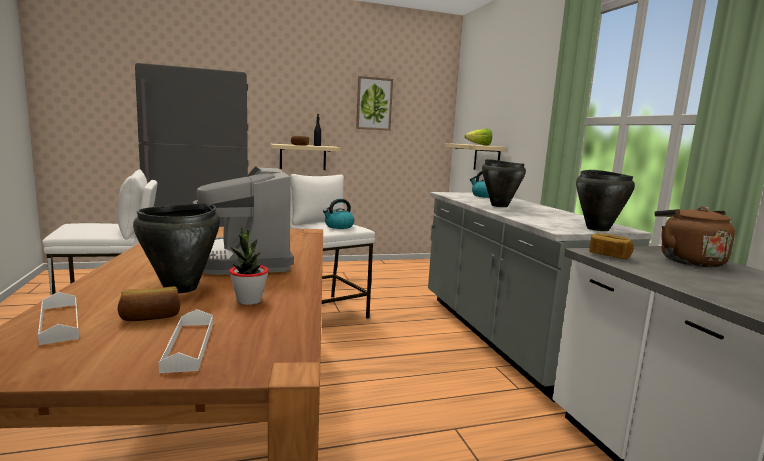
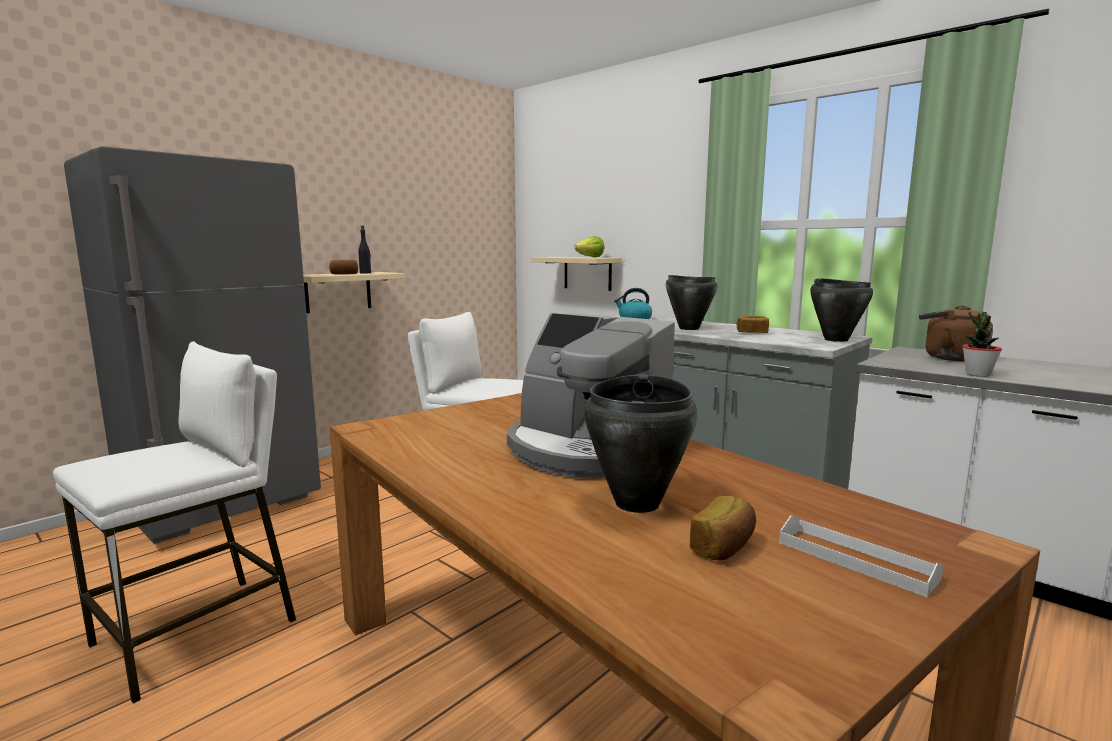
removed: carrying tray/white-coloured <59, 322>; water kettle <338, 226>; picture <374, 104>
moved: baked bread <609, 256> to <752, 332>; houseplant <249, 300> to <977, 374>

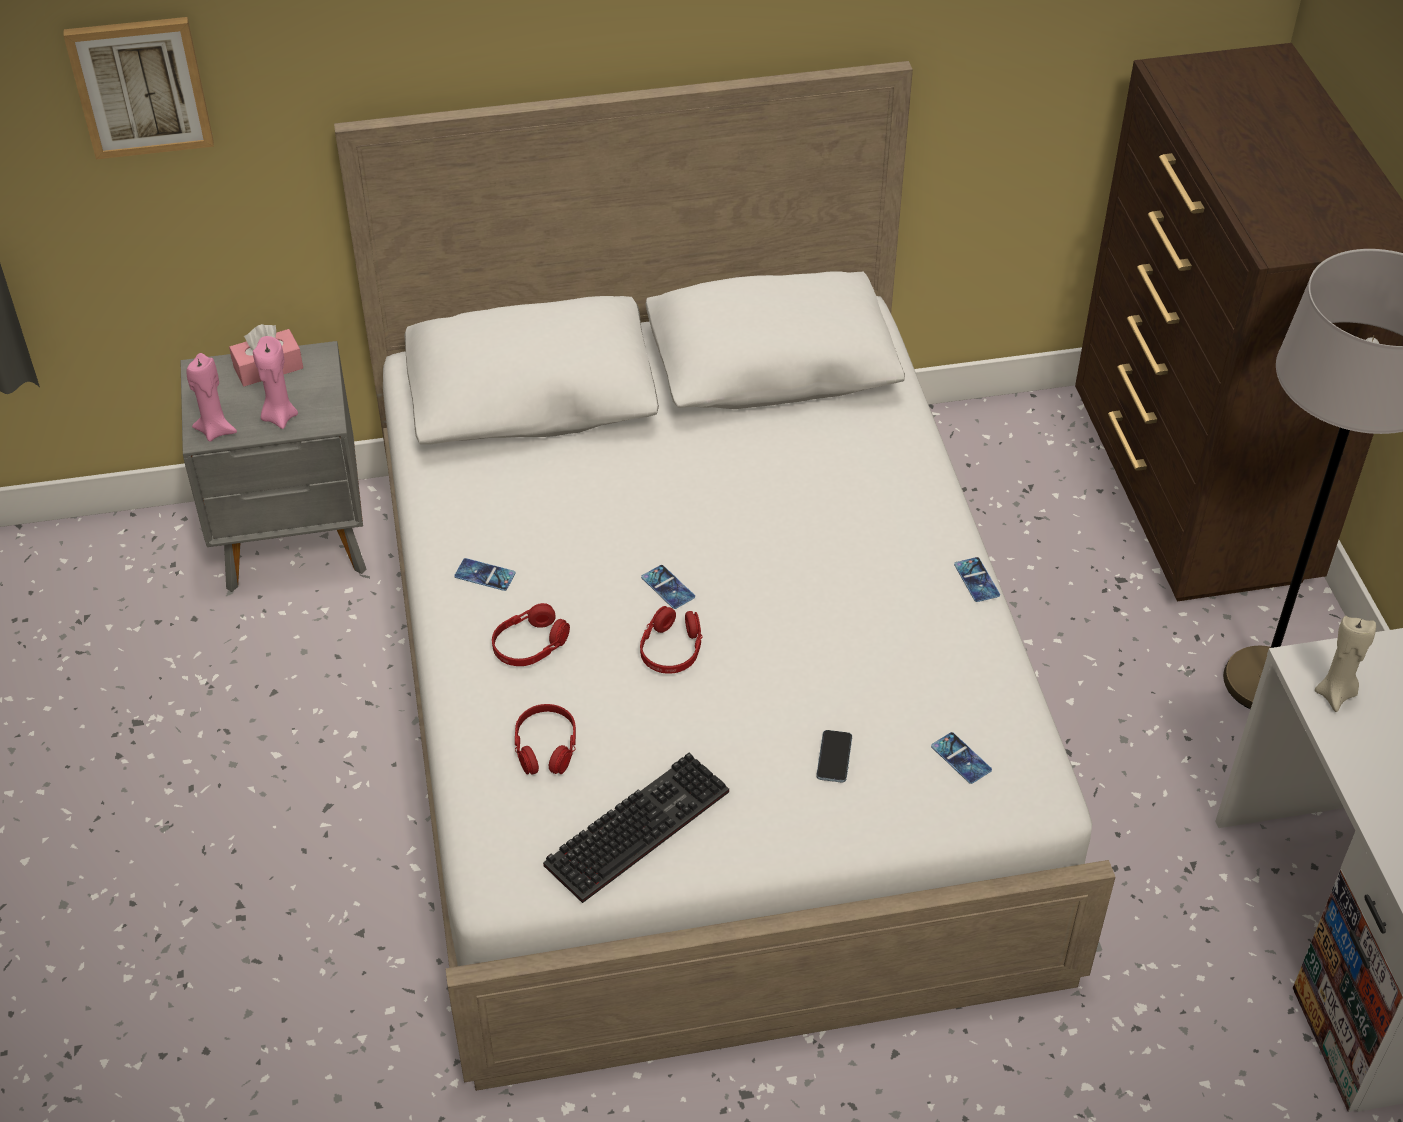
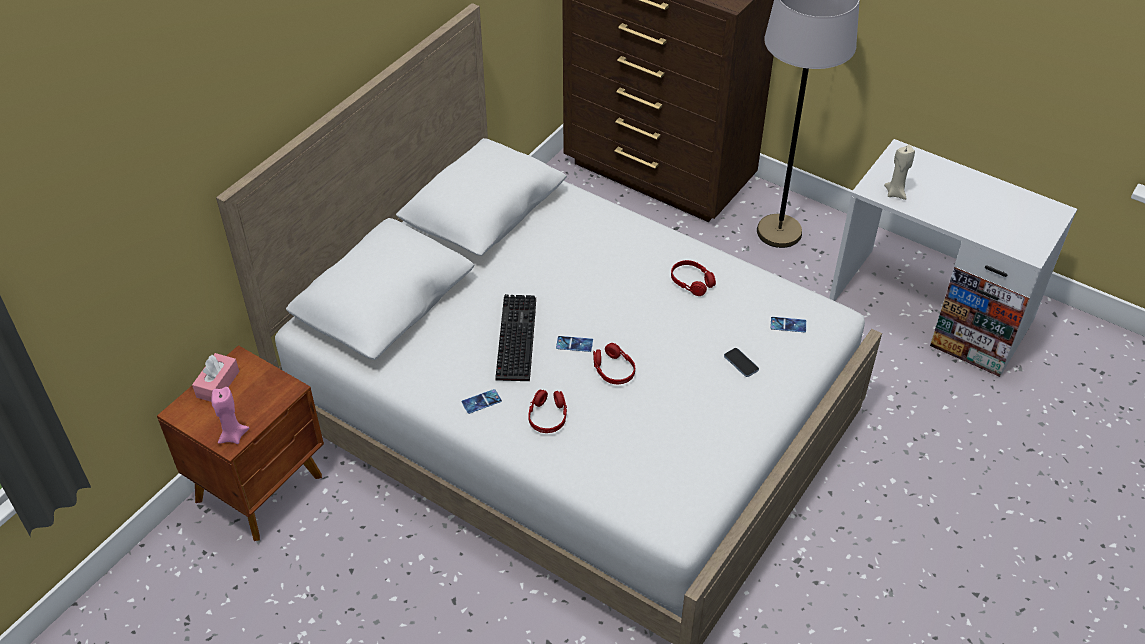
removed: picture <140, 86>; wax candle/pinkish <279, 417>; handset <976, 580>
moved: computer keyboard <637, 824> to <514, 337>; pair of headphones/reddish <546, 747> to <692, 282>
recoloured: night table/grey <296, 541> to night table/brown-coloured <262, 488>

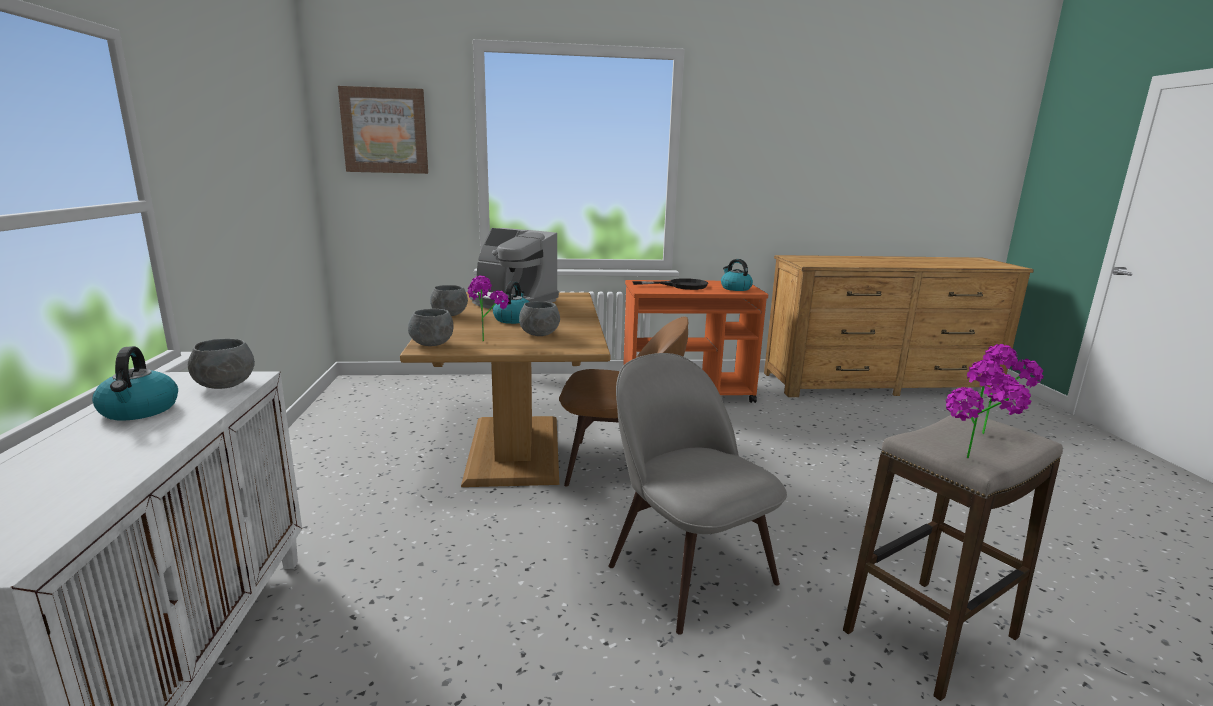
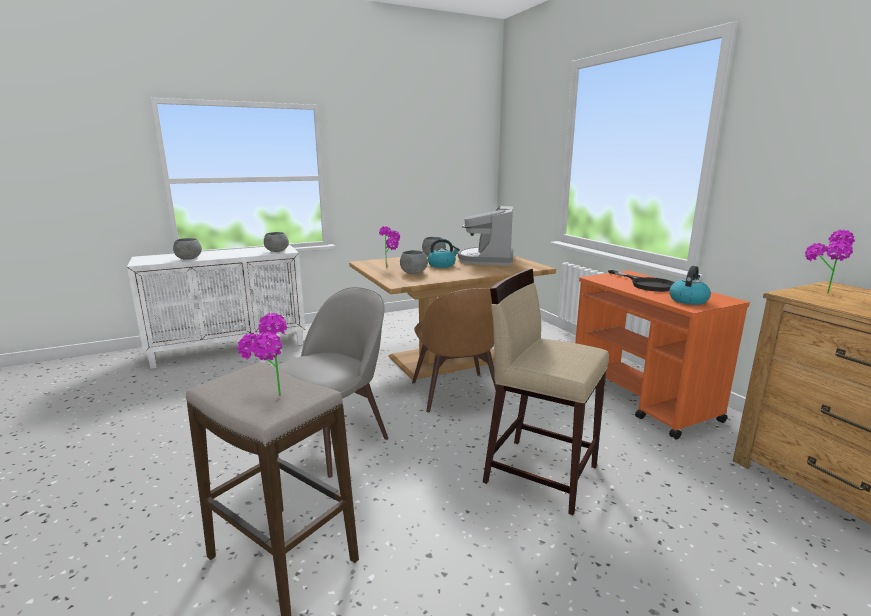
removed: water kettle <139, 410>; picture <385, 131>
added: sitting stool/beige <540, 473>
moved: serving bowl/grey <432, 344> to <188, 259>; houseplant <973, 464> to <821, 293>

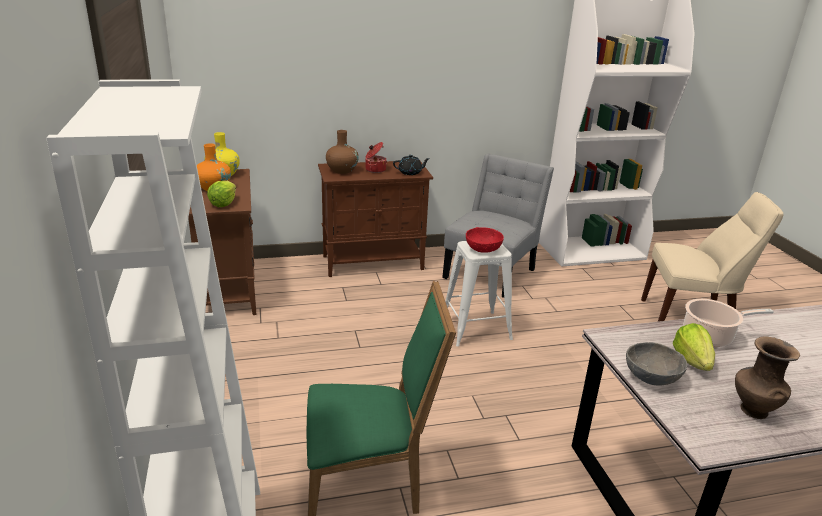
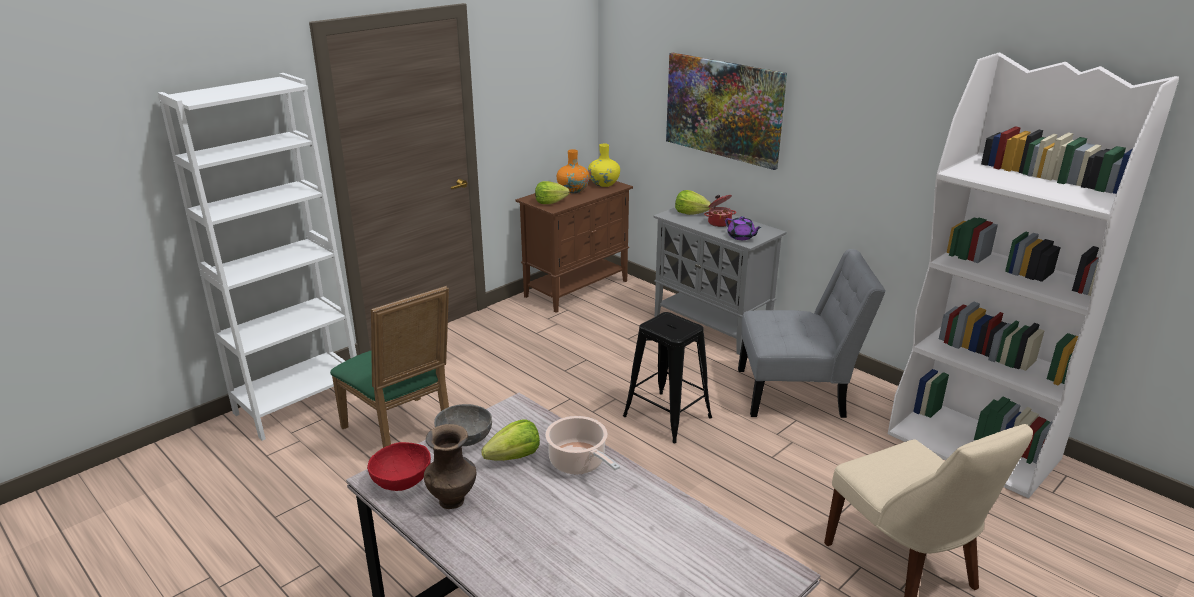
added: picture <723, 109>
moved: serving bowl/reddish <483, 249> to <402, 480>
replaced: flower vase/brown-coloured <342, 170> to lettuce <691, 213>
recoloured: sitting stool/white-coloured <475, 328> to sitting stool/blackish <667, 417>; storage cabinet/brown-coloured <374, 262> to storage cabinet/grey <712, 326>; teapot/blackish <410, 172> to teapot/purple-coloured <741, 237>

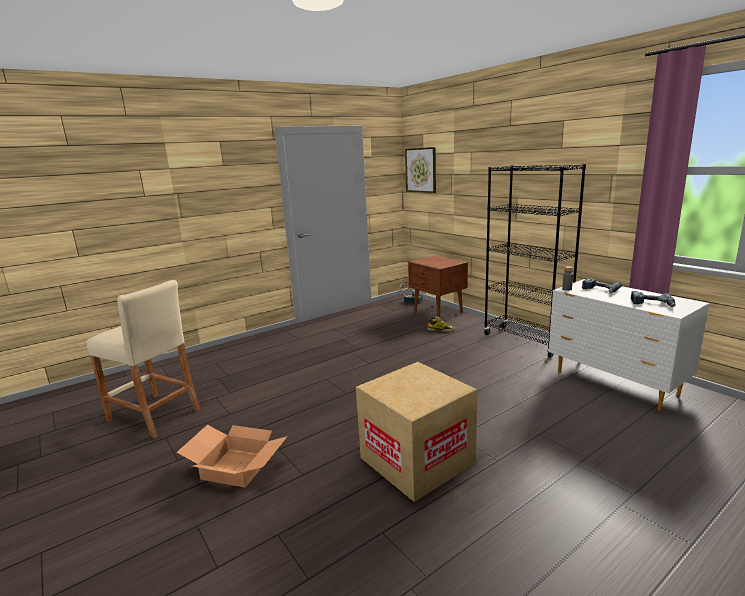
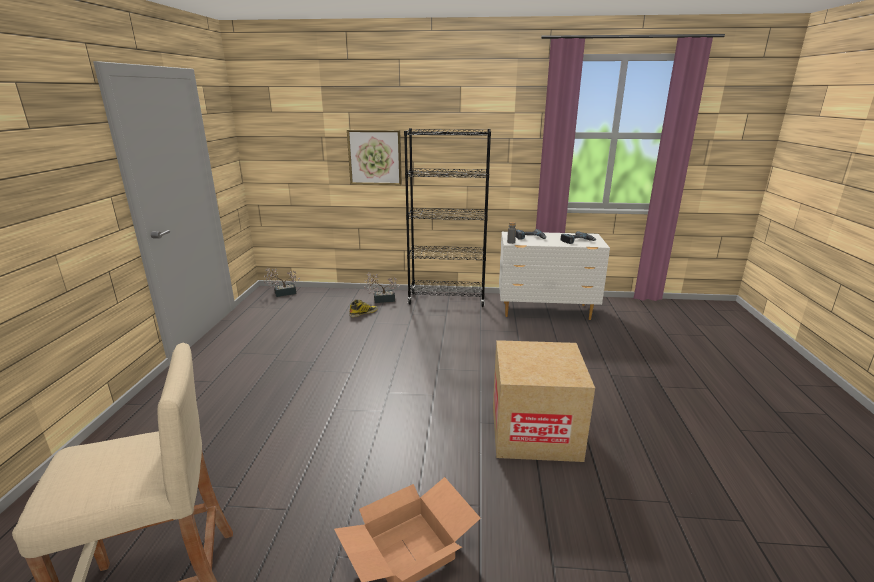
removed: night table/brown-coloured <438, 312>
added: houseplant <381, 299>
moved: picture <421, 170> to <375, 157>

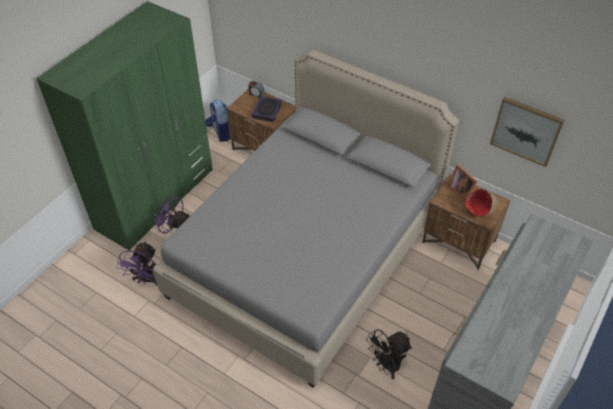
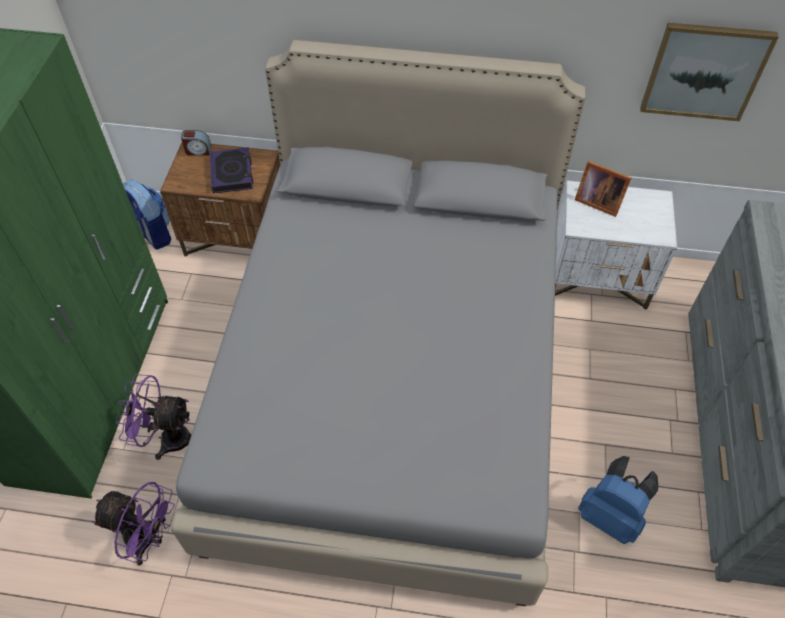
removed: serving bowl/reddish <480, 214>
replaced: cooling fan/blackish <386, 366> to rucksack/blue <610, 516>
recoloured: night table/brown-coloured <459, 242> to night table/white-coloured <598, 278>
turned: cooling fan/purple-coloured <146, 280> = <148, 540> 60 degrees counterclockwise

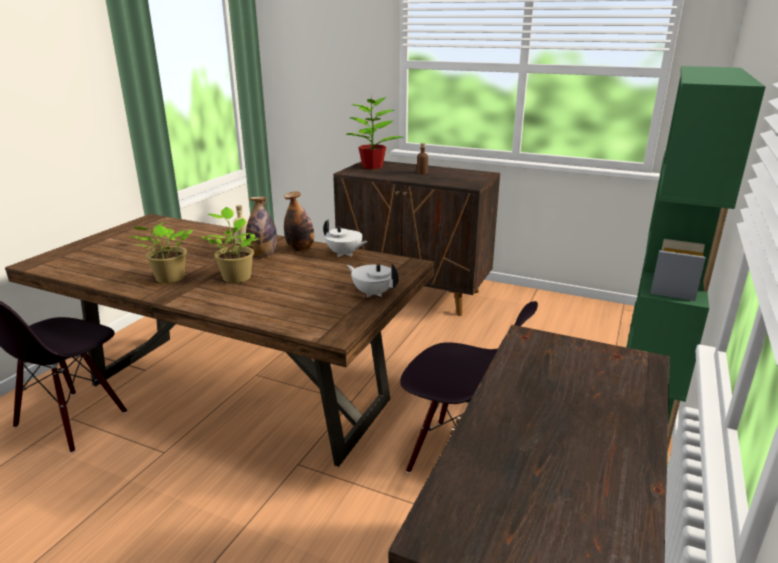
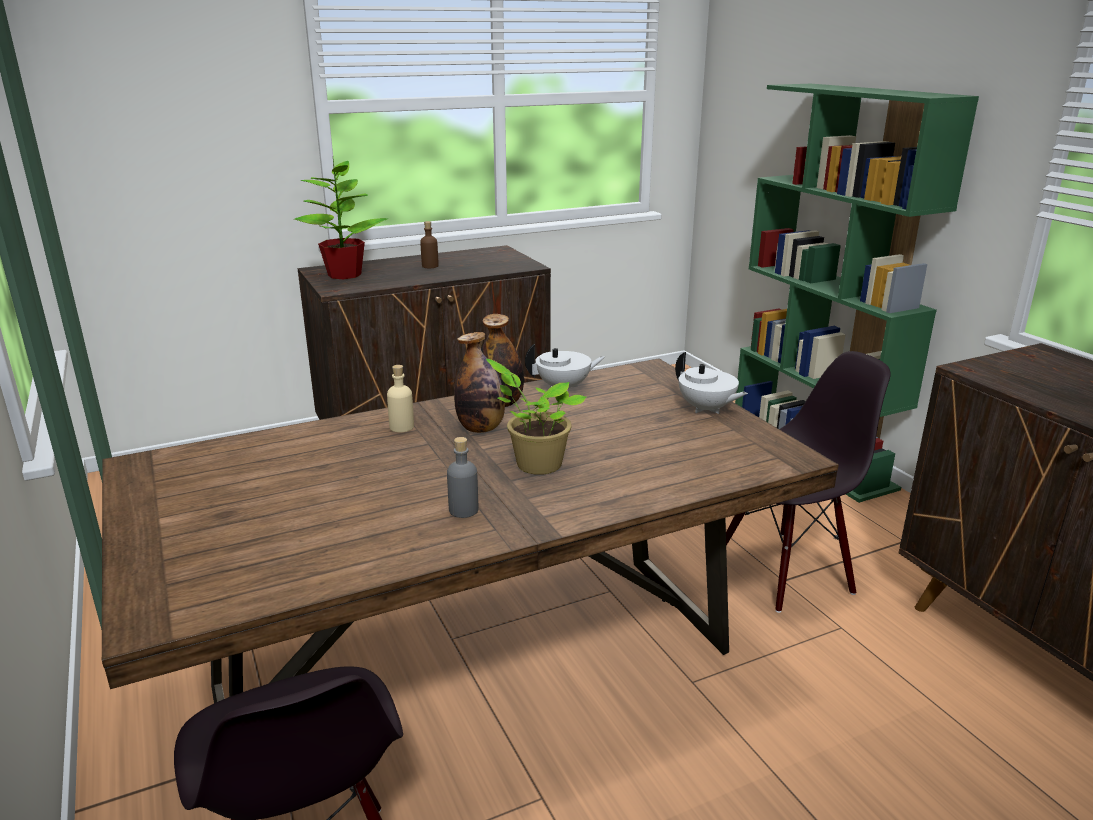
replaced: houseplant <169, 279> to drink bottle/grey <463, 510>
turned: teapot/white-coloured <373, 293> = <706, 409> 120 degrees counterclockwise

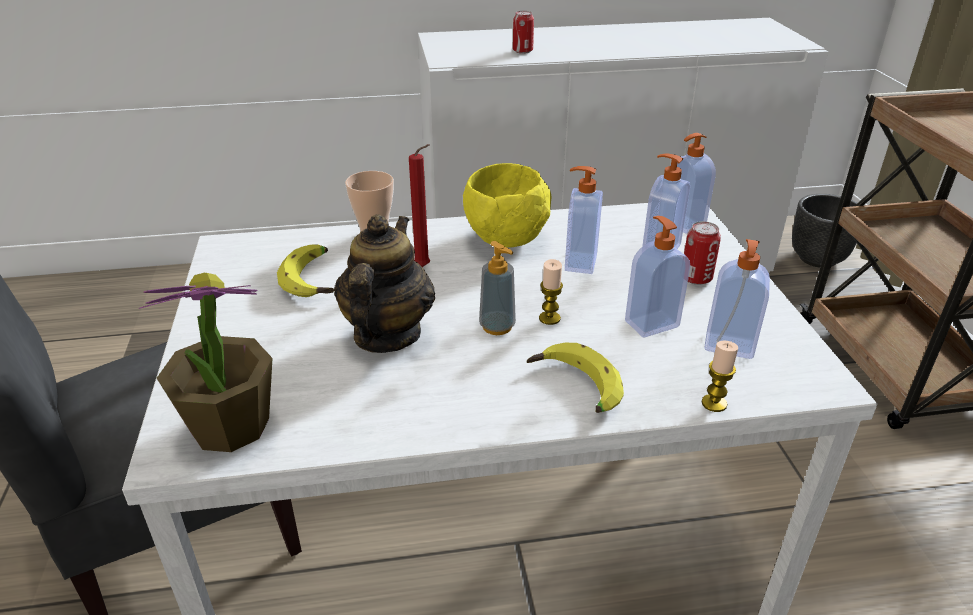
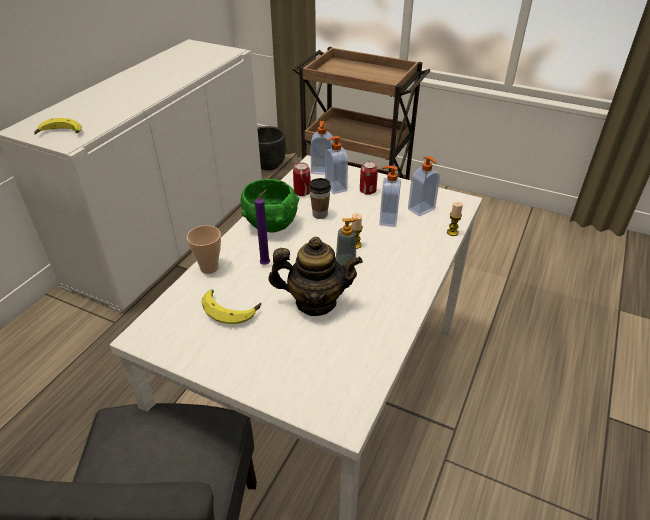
removed: houseplant <229, 426>
moved: whole banana <574, 388> to <60, 134>; metal can <522, 51> to <302, 193>
replaced: liquid soap bottle <579, 263> to small cup <320, 214>
recoloured: serving bowl/yellow-coloured <506, 237> to serving bowl/green <270, 225>; wax candle/reddish <424, 267> to wax candle/purple-coloured <266, 264>
turned: teapot <386, 335> = <315, 302> 135 degrees clockwise

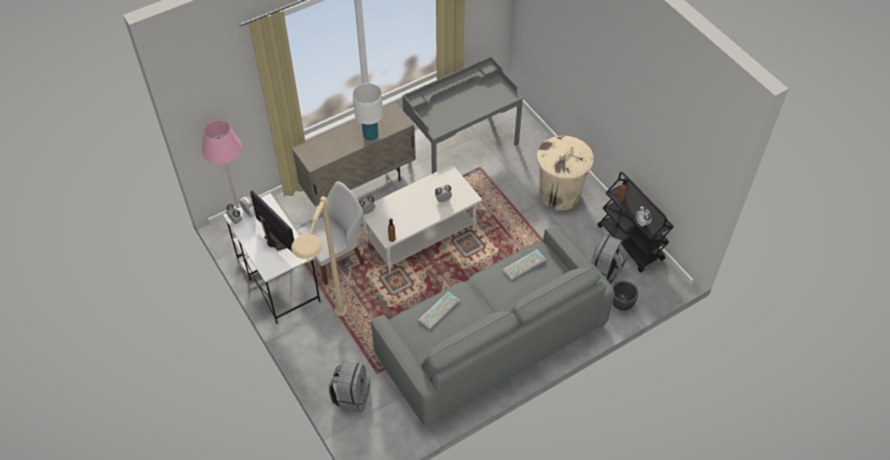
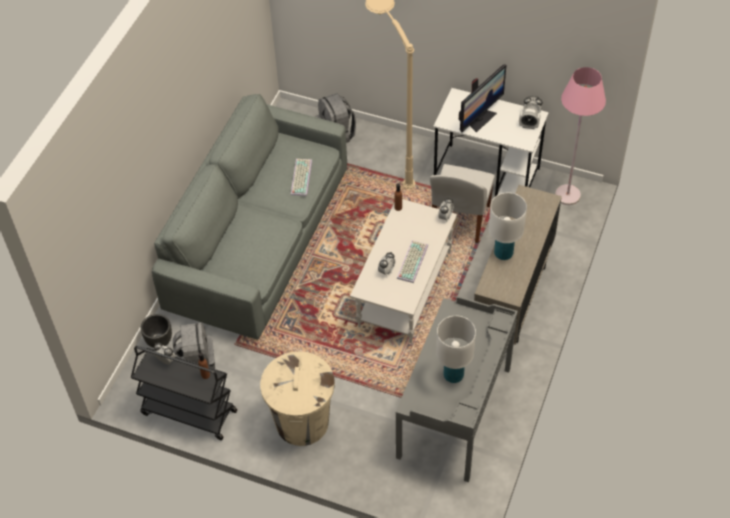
added: lamp for a table/white-coloured <453, 375>
moved: computer keyboard <524, 266> to <412, 261>
turned: computer screen <275, 240> = <479, 119> 60 degrees counterclockwise

